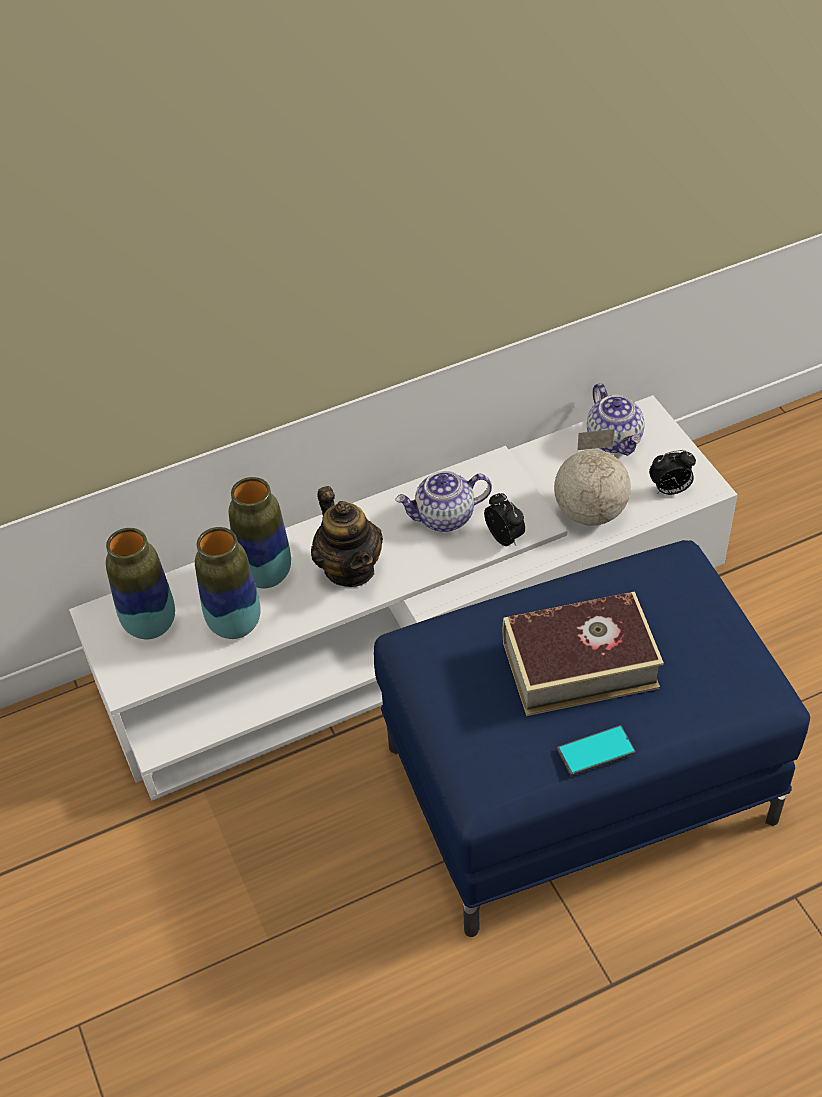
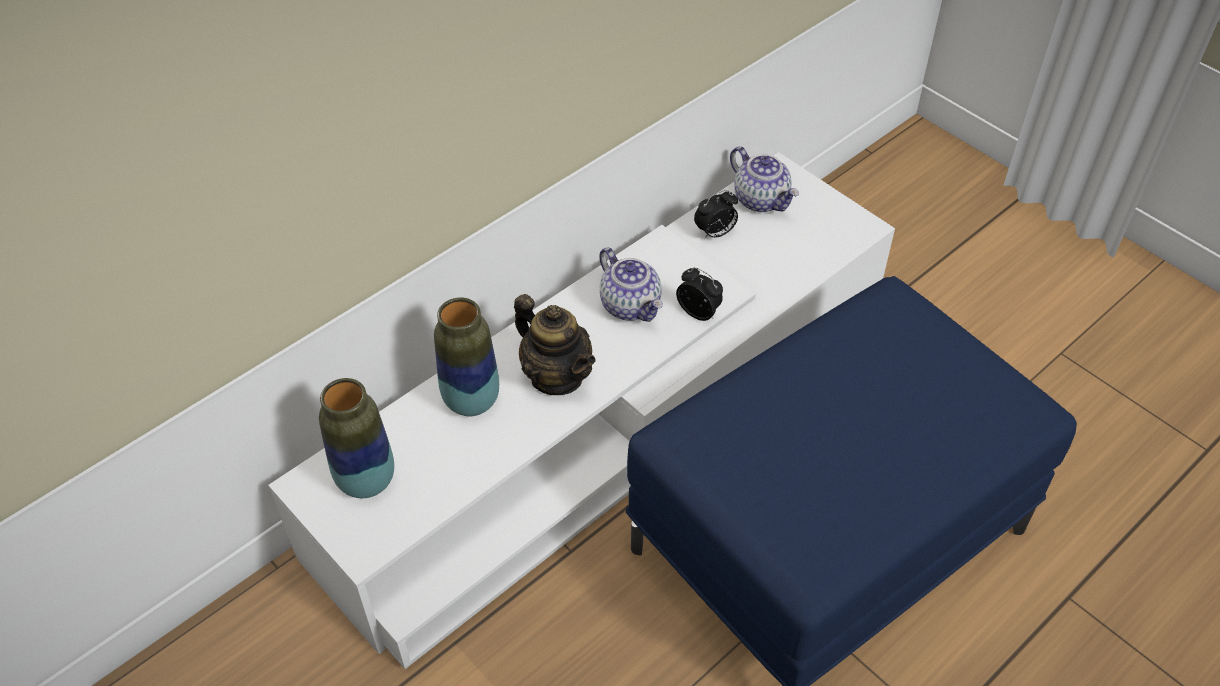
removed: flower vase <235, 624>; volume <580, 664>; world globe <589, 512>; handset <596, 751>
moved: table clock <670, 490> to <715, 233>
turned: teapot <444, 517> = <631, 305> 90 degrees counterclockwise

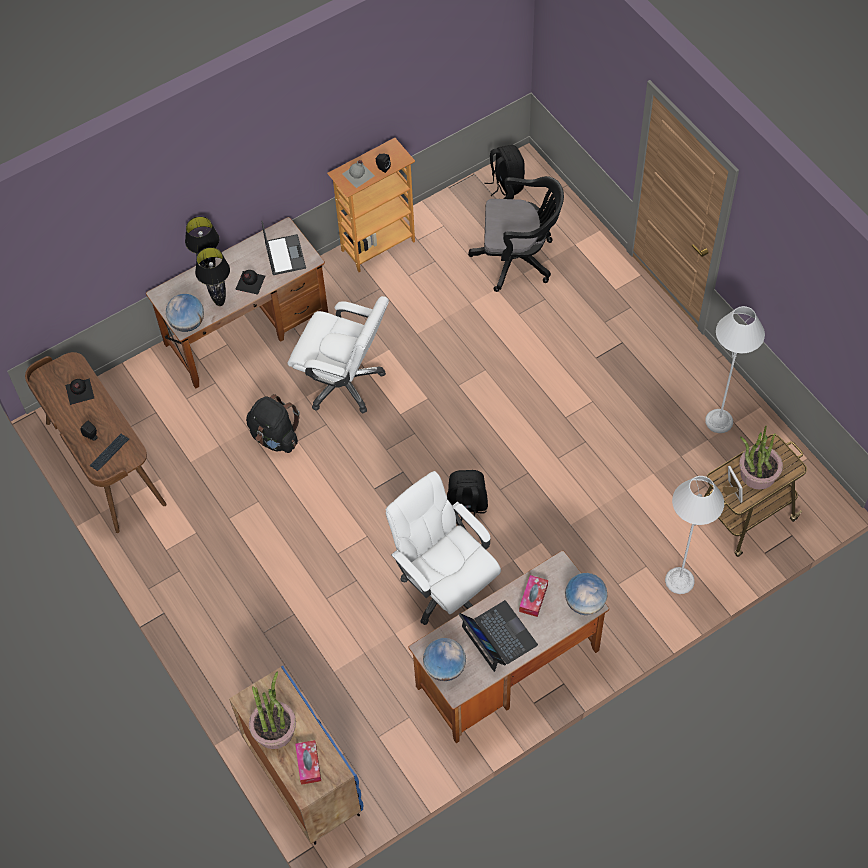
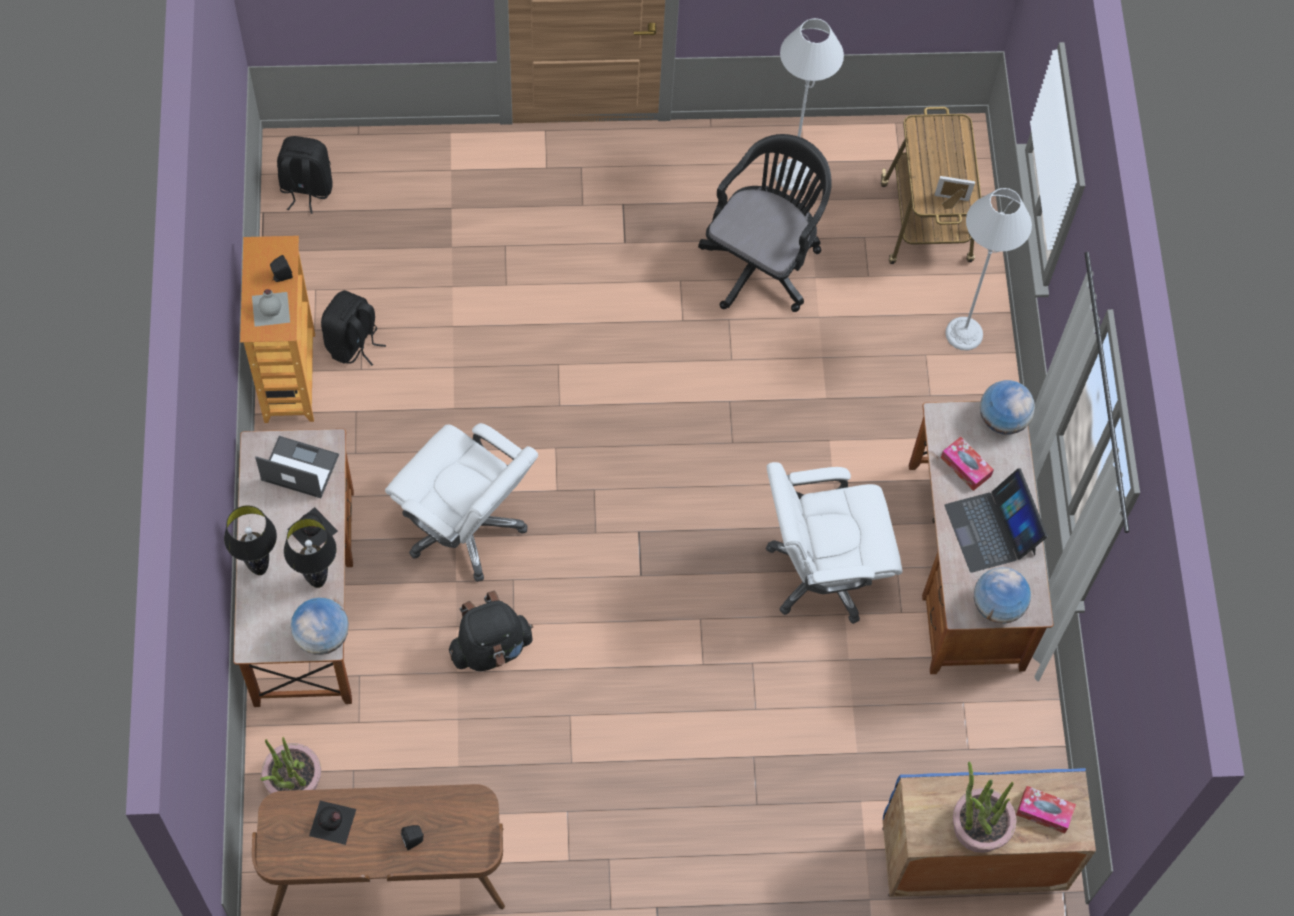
removed: computer keyboard <109, 452>
moved: houseplant <757, 474> to <293, 780>; rucksack/blackish <466, 507> to <353, 343>; desk chair/blackish <518, 259> to <763, 260>
turned: desk chair/white-coloured <344, 382> = <466, 527> 75 degrees clockwise; portable computer <498, 636> = <991, 529> 105 degrees counterclockwise

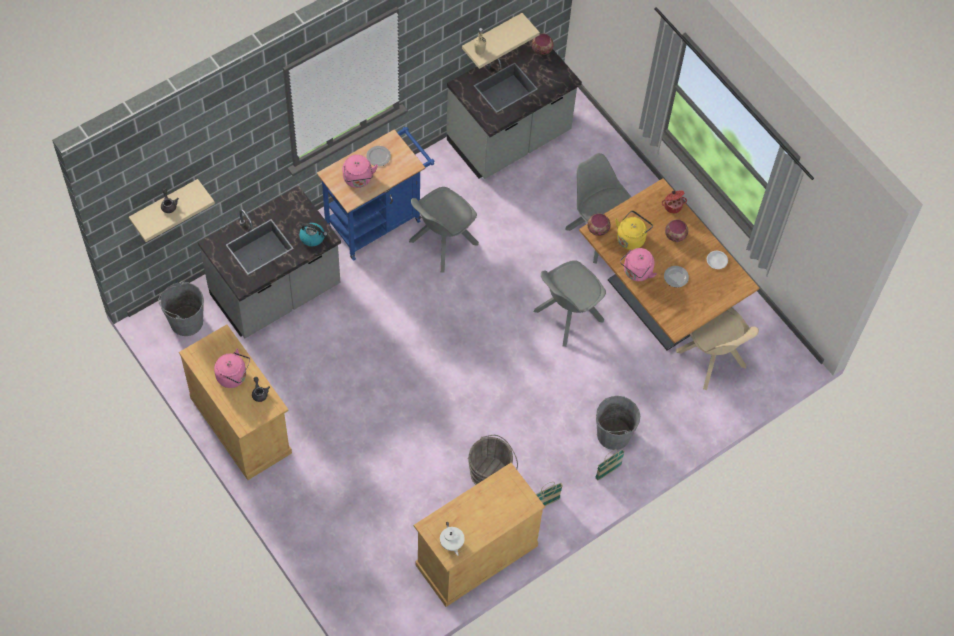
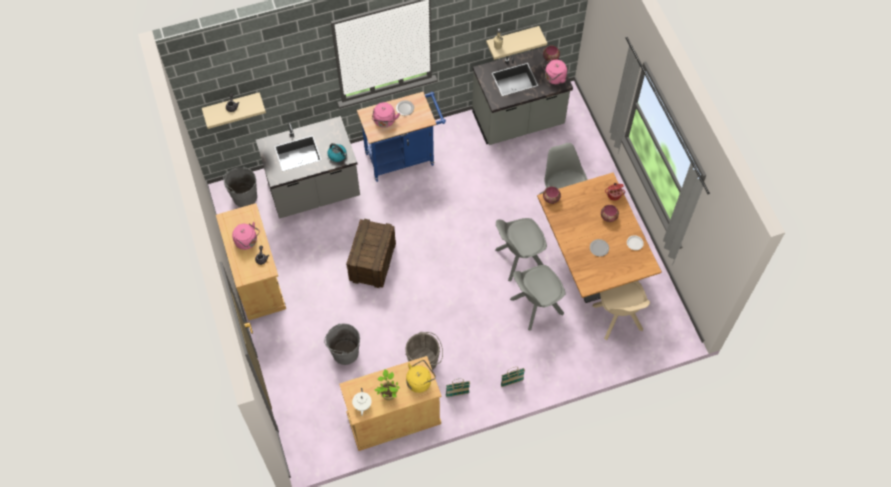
added: shipping crate <372, 262>; houseplant <388, 393>
moved: water bucket/grey <613, 434> to <345, 352>; water kettle/yellow-coloured <631, 238> to <420, 381>; upright chair/grey <442, 243> to <535, 307>; water kettle/pinkish <636, 272> to <554, 78>

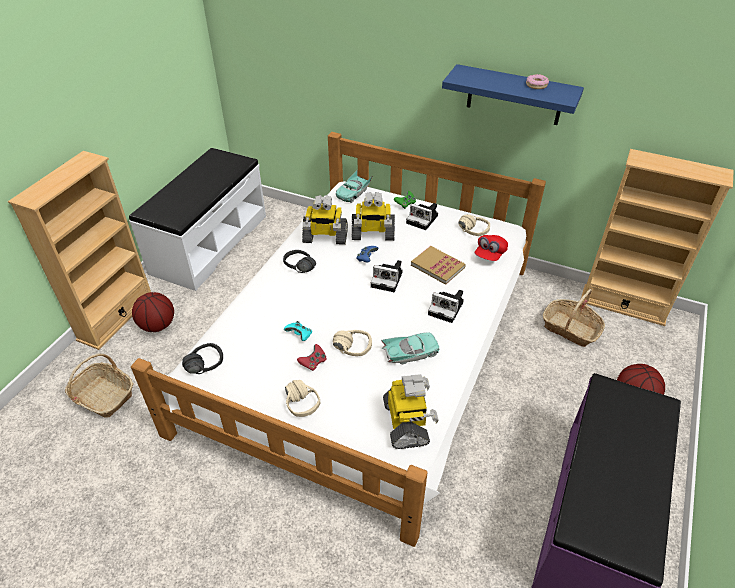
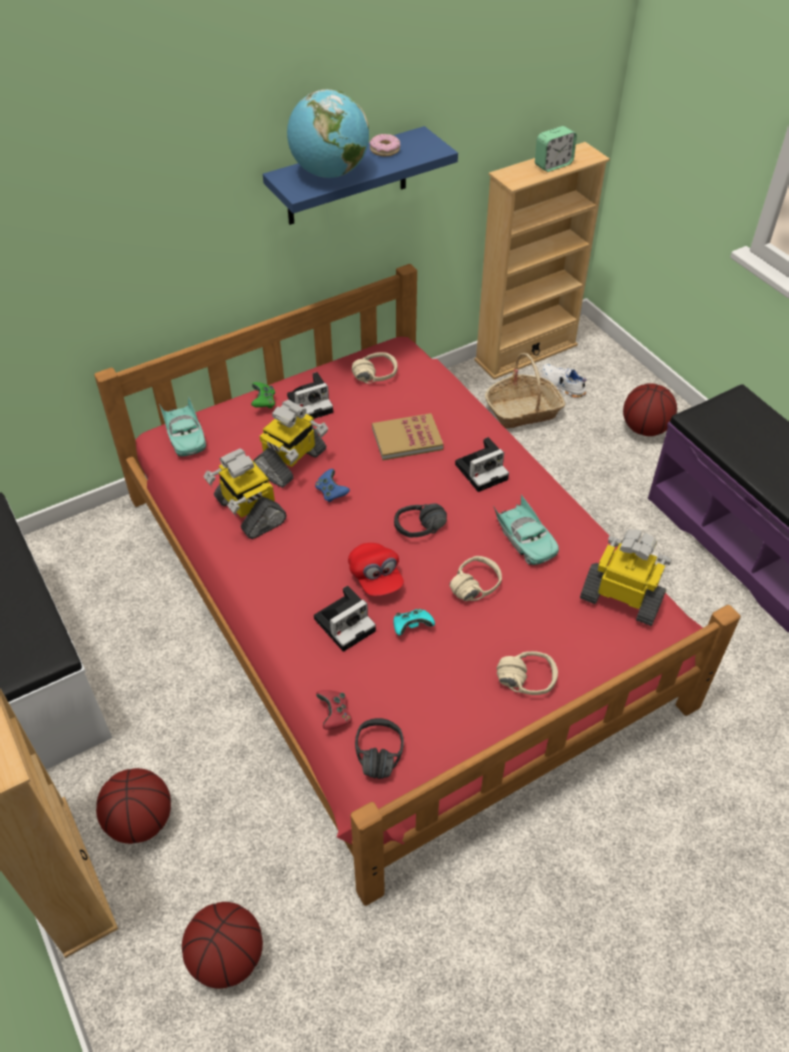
added: world globe <330, 173>; table clock <553, 165>; item of footwear/white-coloured <561, 386>
moved: still camera <388, 279> to <346, 623>; game controller/reddish <313, 363> to <334, 715>; cap/reddish <490, 254> to <376, 578>; pair of headphones/blackish <296, 269> to <423, 533>
replaced: basket <103, 396> to ball for basketball <226, 957>
recoloured: bed/white-coloured <365, 344> to bed/reddish <393, 595>
turned: toy robot <325, 237> = <248, 511> 105 degrees clockwise; model car/turquoise-coloured <410, 353> = <525, 540> 135 degrees clockwise

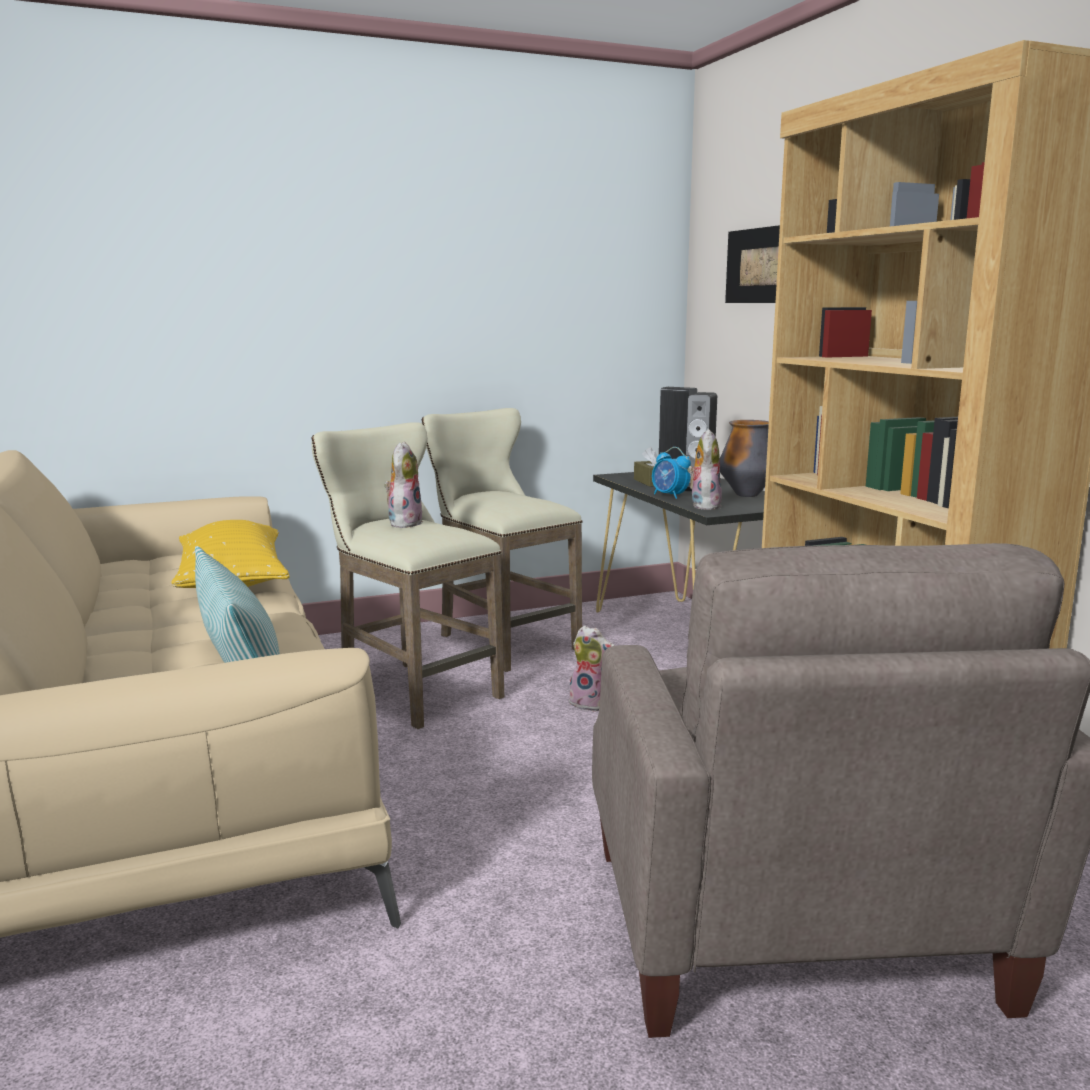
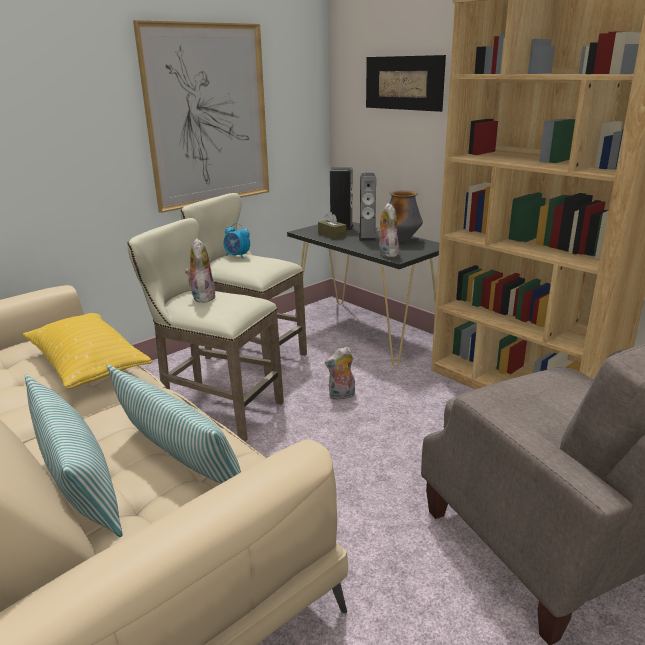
added: throw pillow <79, 484>; picture <208, 116>
moved: table clock <670, 496> to <237, 256>
turned: plush toy <591, 704> = <341, 396> 150 degrees clockwise

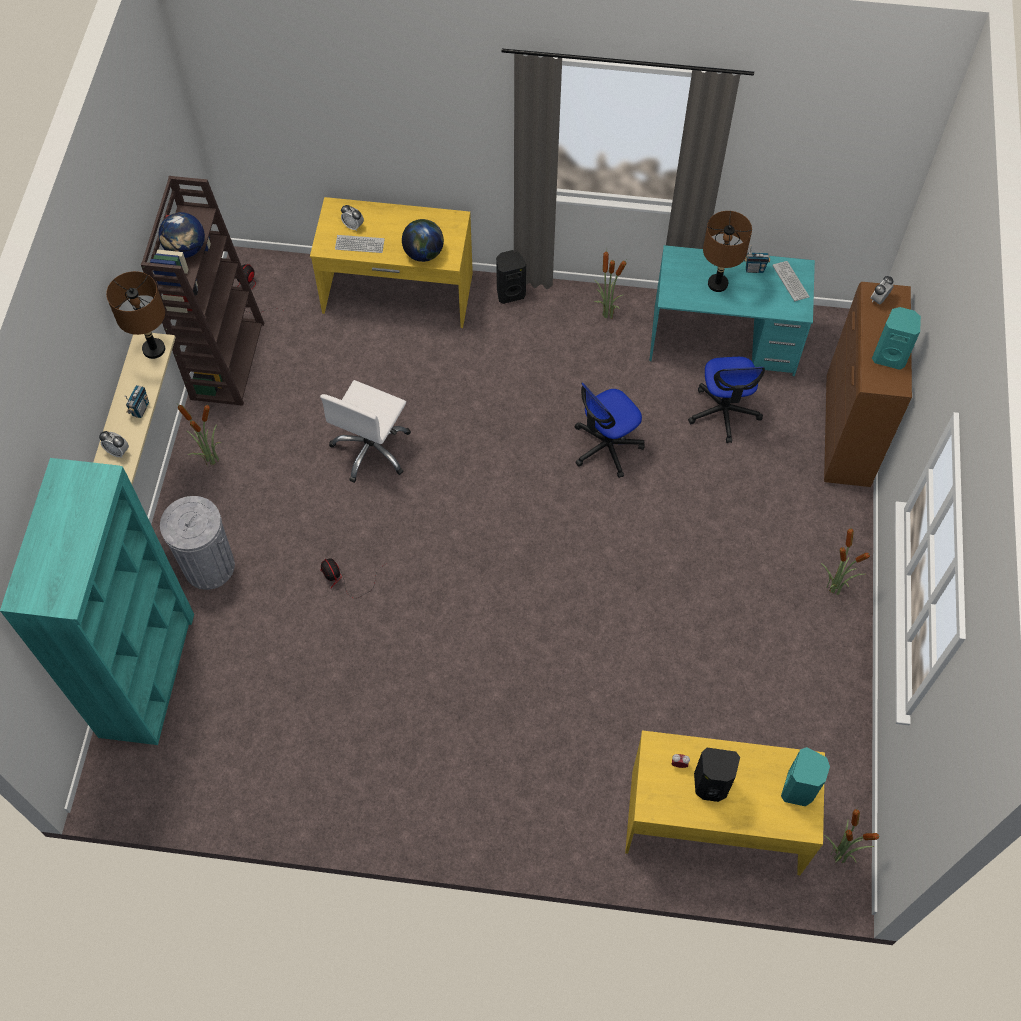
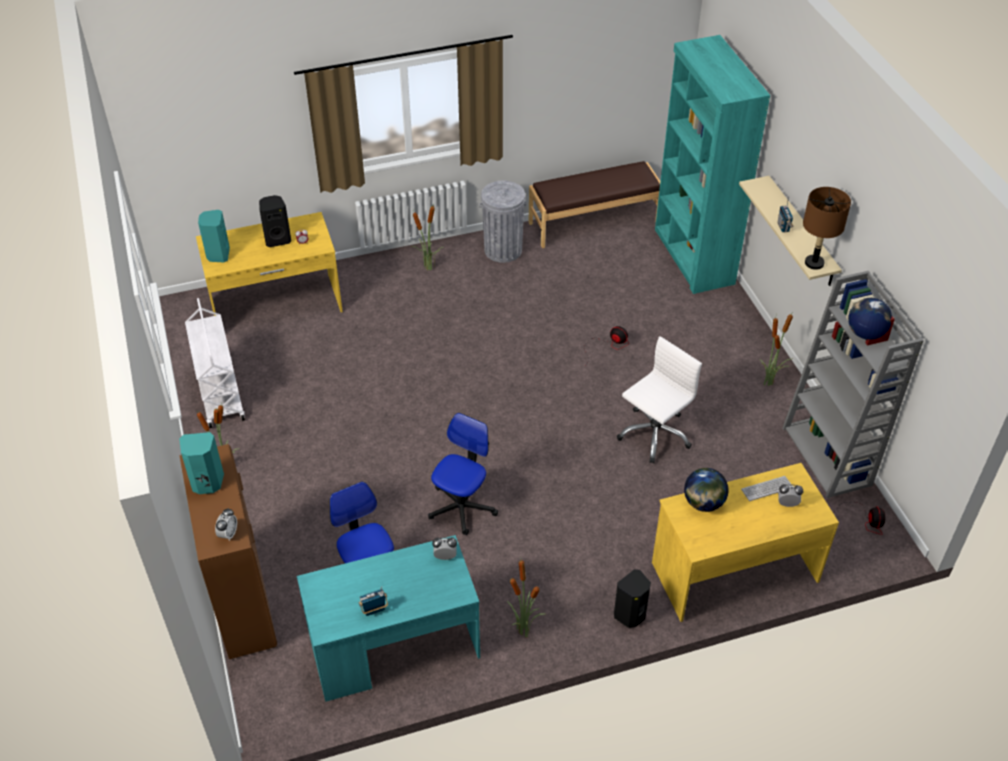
removed: lamp for a table/brown-coloured <717, 284>; computer keyboard <790, 281>
added: cart/white-coloured <220, 394>; long seat/brown-coloured <593, 222>
moved: houseplant <838, 854> to <429, 268>; table clock <118, 451> to <445, 556>; waste bin/grey <209, 566> to <503, 250>
recoloured: bookcase/brown-coloured <227, 359> to bookcase/grey <828, 456>
turned: desk chair/white-coloured <372, 449> = <654, 434> 45 degrees clockwise

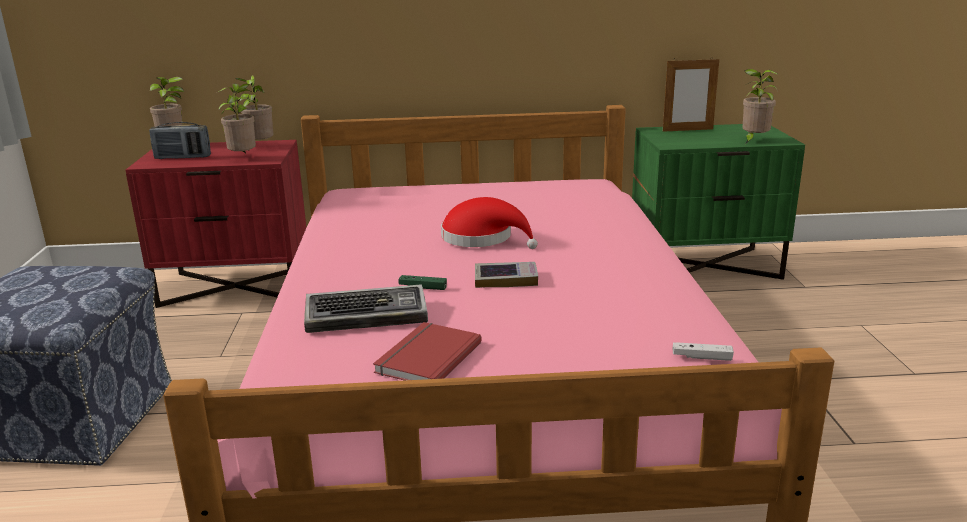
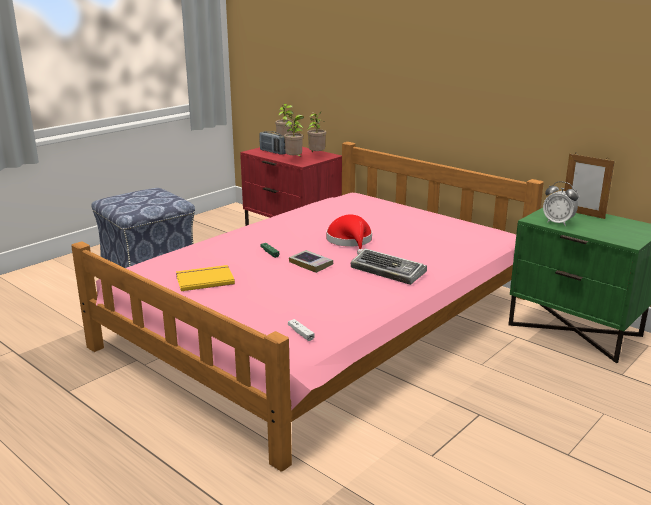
removed: houseplant <753, 141>
added: table clock <558, 223>
moved: computer keyboard <368, 316> to <389, 271>
recoloured: volume/reddish <425, 357> to volume/yellow-coloured <204, 279>

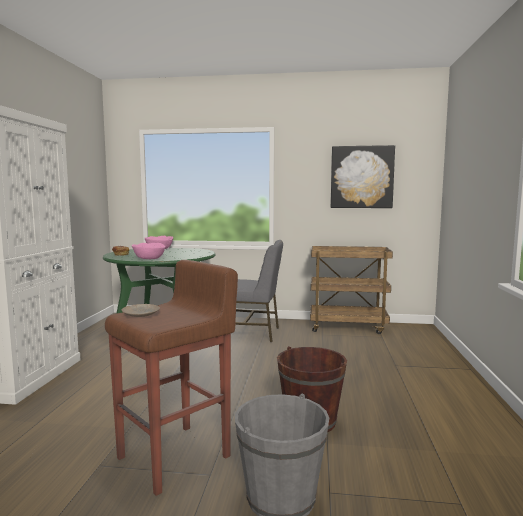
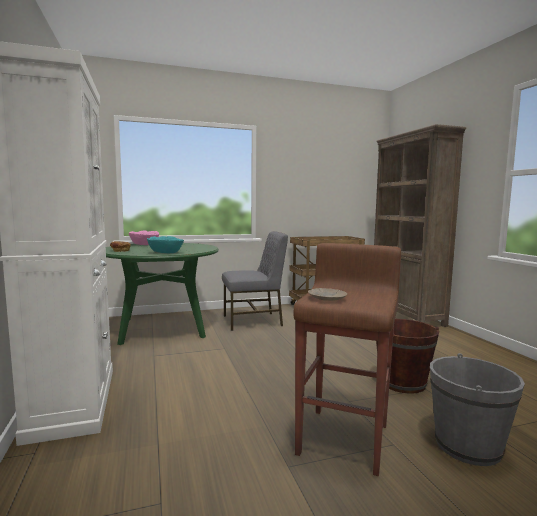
removed: picture <361, 177>
added: bookcase/brown-coloured <406, 315>
recoloured: serving bowl/pinkish <149, 258> to serving bowl/turquoise-coloured <166, 252>

